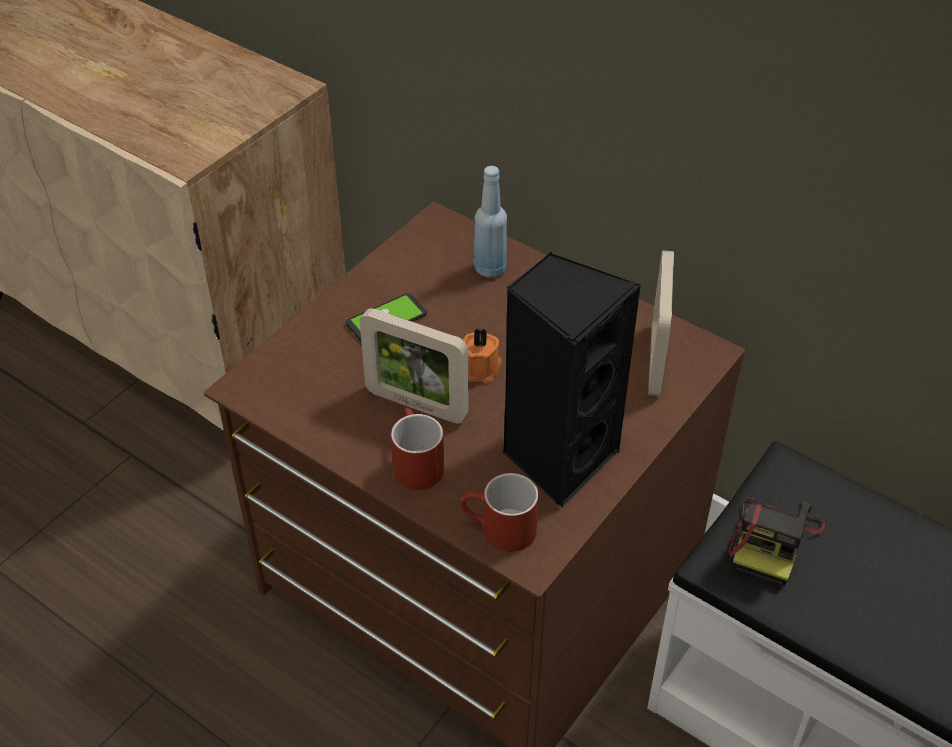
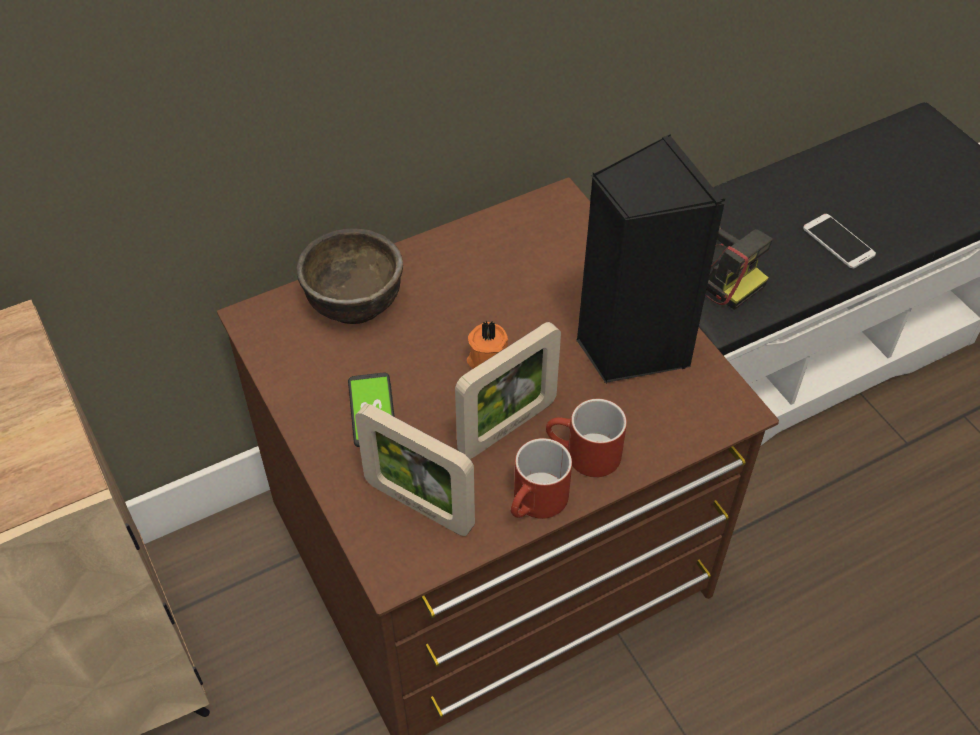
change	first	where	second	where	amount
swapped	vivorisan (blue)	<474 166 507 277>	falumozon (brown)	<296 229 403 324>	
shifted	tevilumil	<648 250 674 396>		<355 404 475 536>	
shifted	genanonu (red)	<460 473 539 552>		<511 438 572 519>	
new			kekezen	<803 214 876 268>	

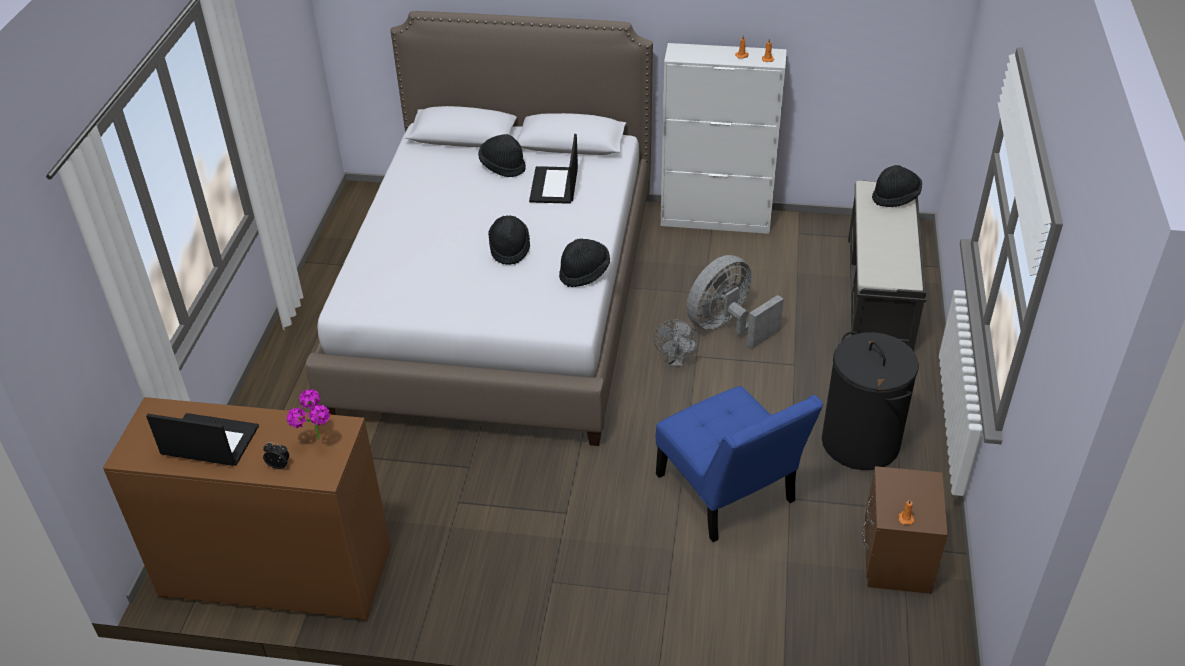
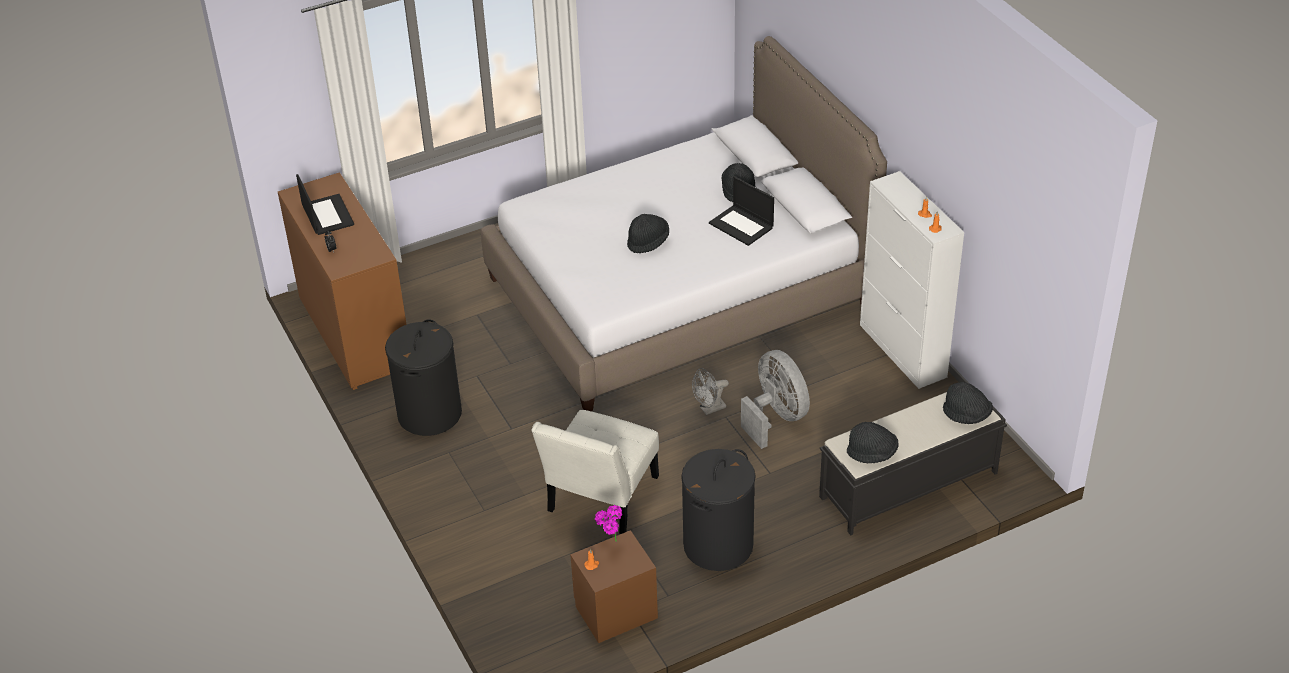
change	first	where	second	where	amount
rotated	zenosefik	<529 134 578 204>		<709 176 774 246>	105 degrees counterclockwise
shifted	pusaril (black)	<559 239 610 287>		<847 422 899 463>	
rotated	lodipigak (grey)	<686 255 784 348>		<741 350 810 449>	45 degrees clockwise
repainted	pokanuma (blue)	<656 386 823 542>	pokanuma (white)	<531 410 659 534>	
shifted	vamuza	<287 389 330 439>		<595 505 622 542>	
new			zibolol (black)	<385 320 462 436>	

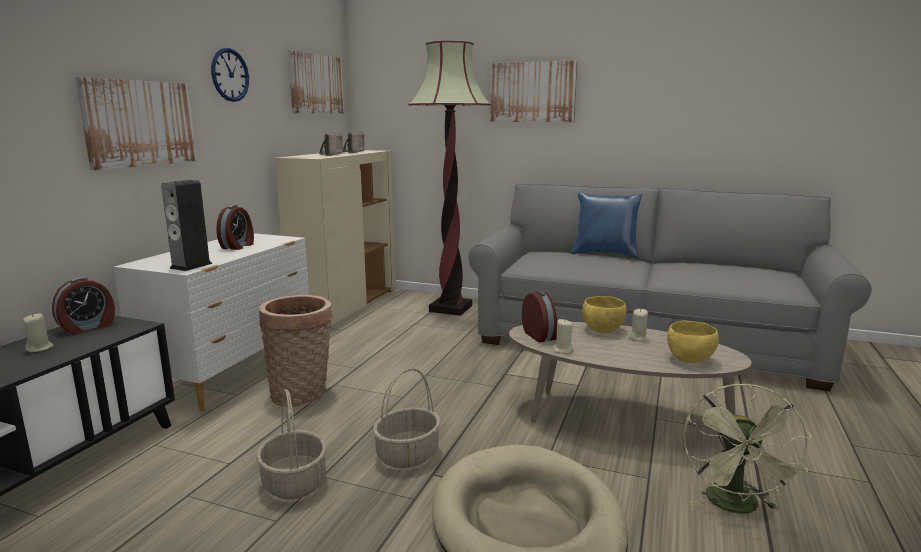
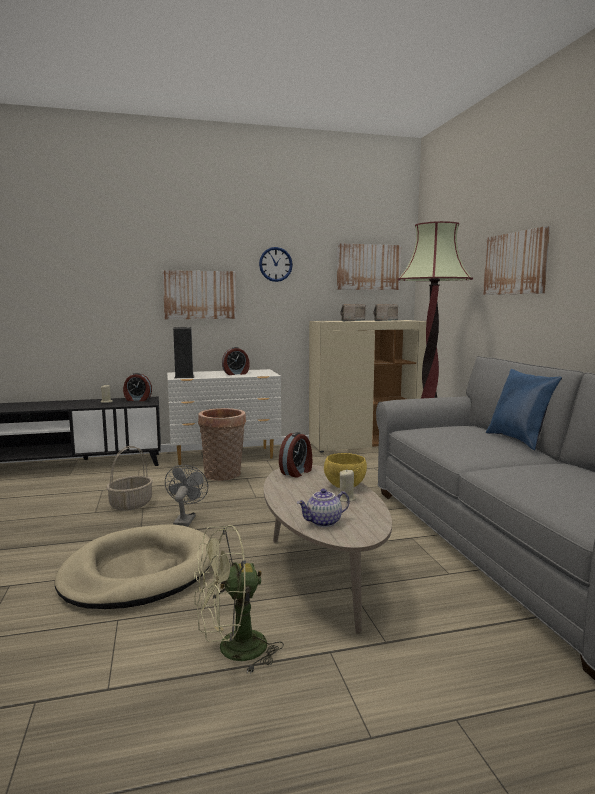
change	first	where	second	where	amount
gone	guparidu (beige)	<553 319 573 354>			
swapped	falumozon (yellow)	<667 321 719 363>	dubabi	<297 489 350 527>	
swapped	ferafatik	<373 368 440 468>	lodipigak (grey)	<165 465 208 527>	

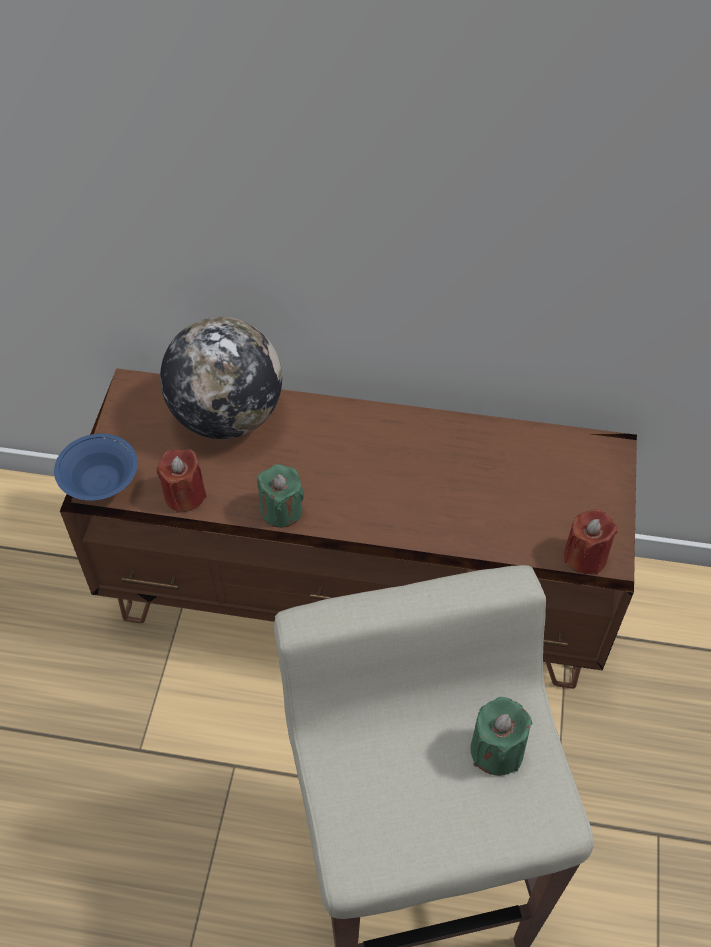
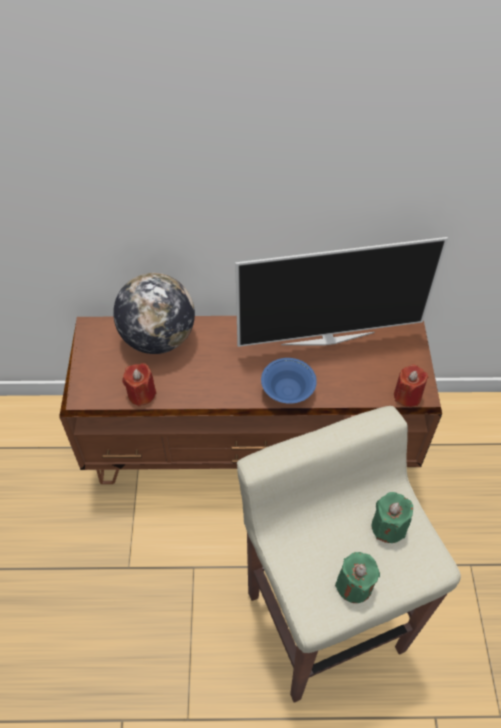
change	first	where	second	where	amount
shifted	falumozon (blue)	<54 434 138 501>		<261 358 317 404>	
shifted	guparidu (green)	<257 464 304 528>		<335 552 380 603>	
new			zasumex	<235 237 448 347>	

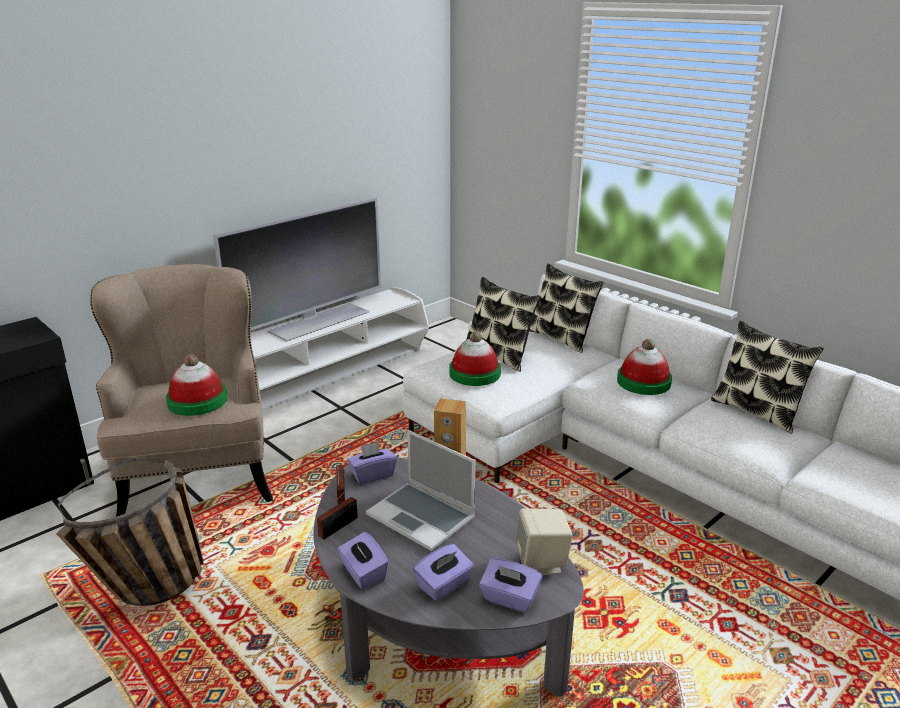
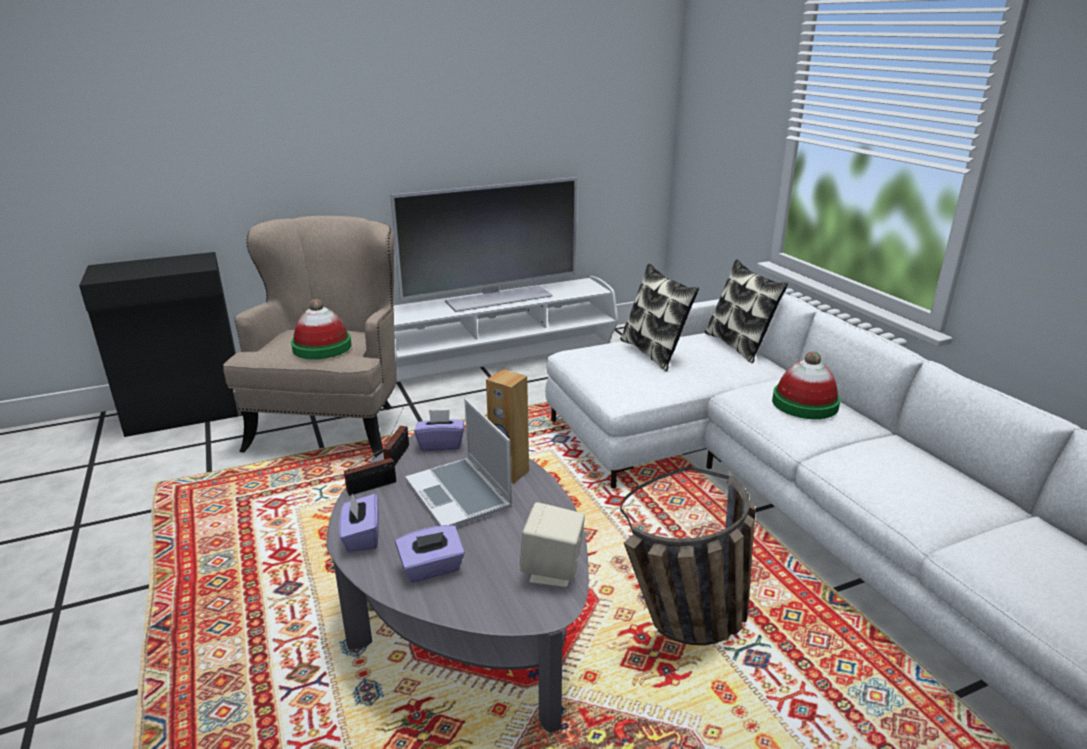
change	first	where	second	where	amount
gone	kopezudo	<711 321 824 434>			
gone	pusaril	<449 332 501 386>			
shifted	ferafatik	<57 458 204 606>		<620 466 756 645>	
gone	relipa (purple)	<479 559 542 613>			

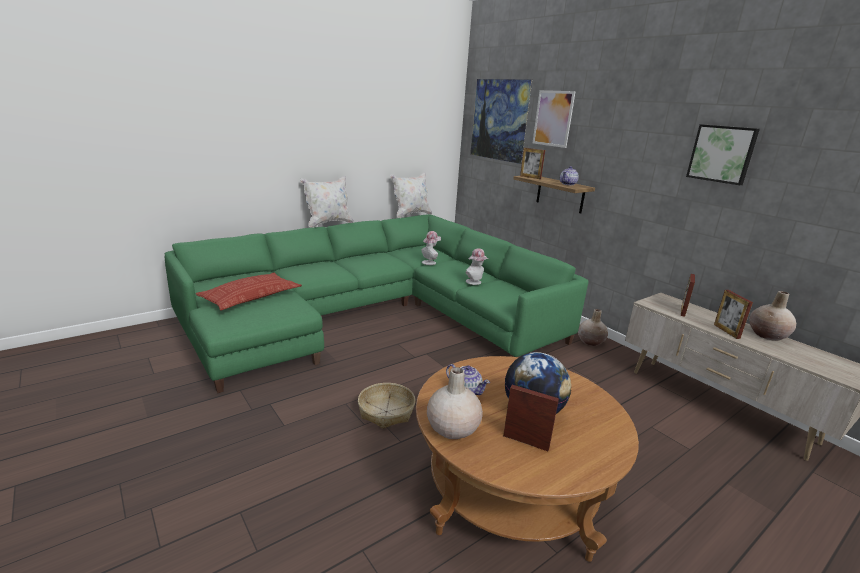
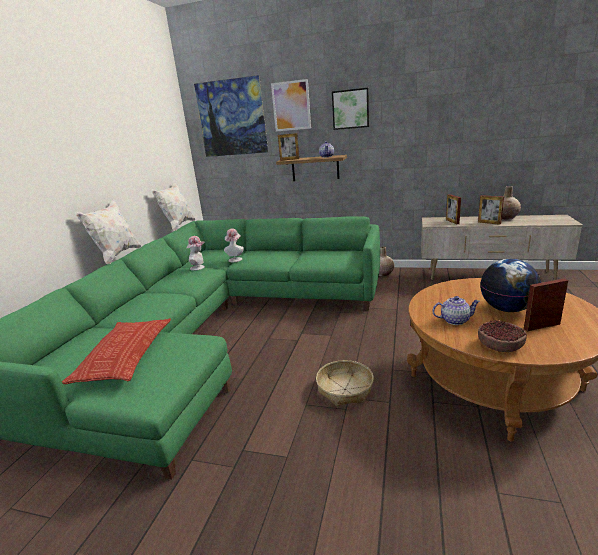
change	first	where	second	where	amount
shifted	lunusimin	<686 124 760 185>		<332 88 369 130>	
shifted	pusaril	<466 248 488 285>		<186 236 205 271>	
swapped	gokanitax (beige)	<427 367 483 439>	falumozon	<478 320 527 352>	

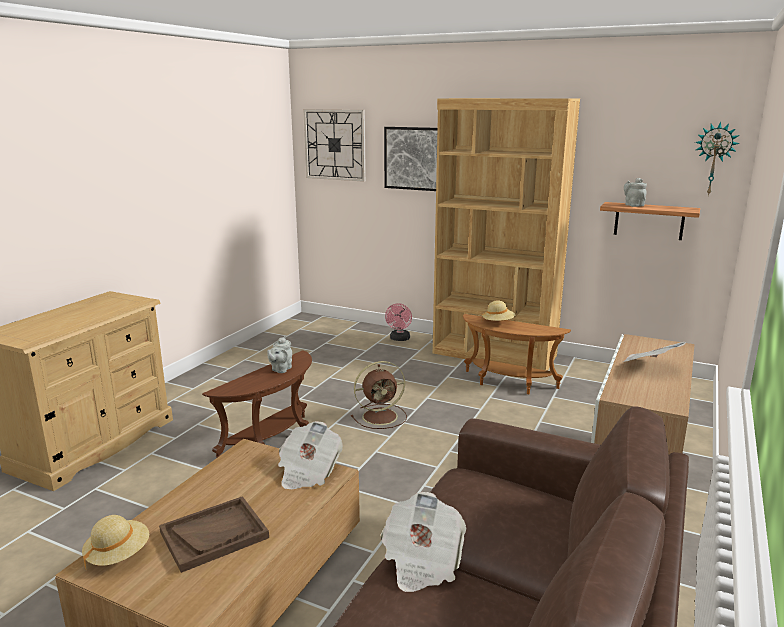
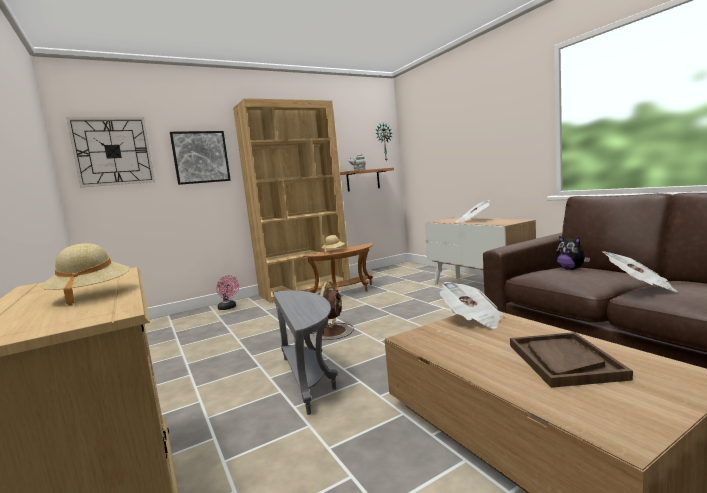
change	first	where	second	where	amount
gone	dubabi (grey)	<267 336 292 373>			
repainted	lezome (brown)	<202 350 312 458>	lezome (grey)	<273 291 337 415>	
shifted	pusaril (beige)	<82 515 149 570>		<41 243 130 306>	
new			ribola	<555 236 590 270>	

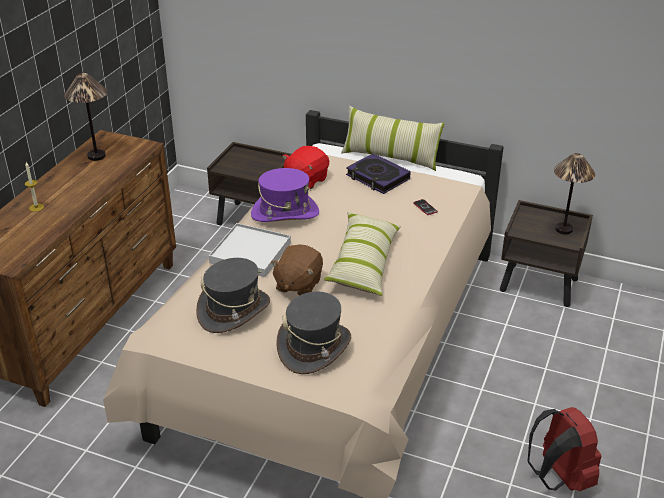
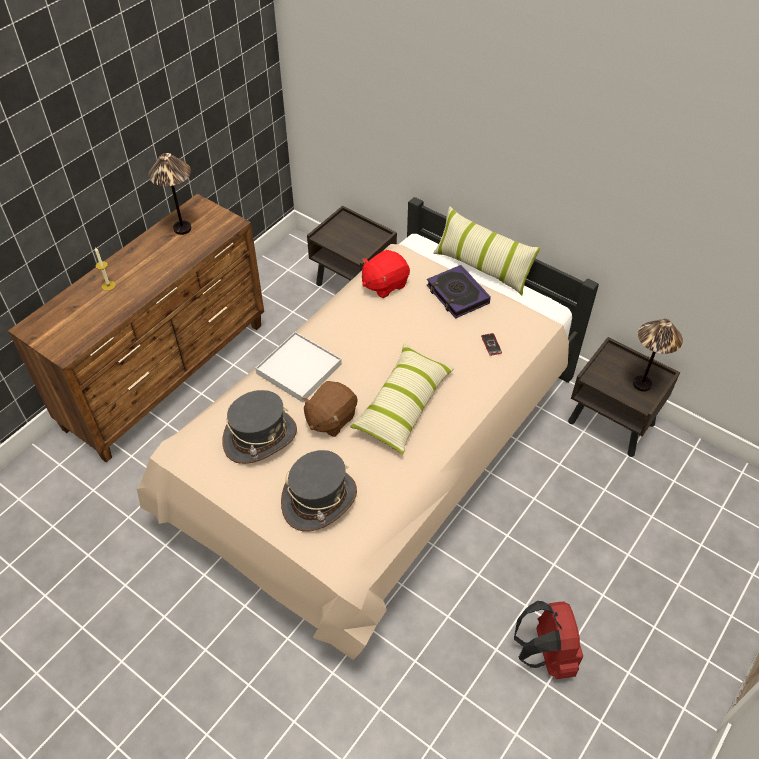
change	first	where	second	where	amount
gone	pusaril (purple)	<251 168 319 222>			

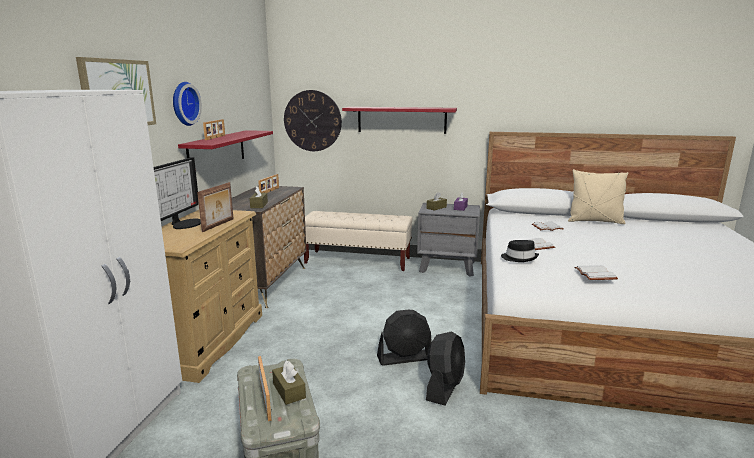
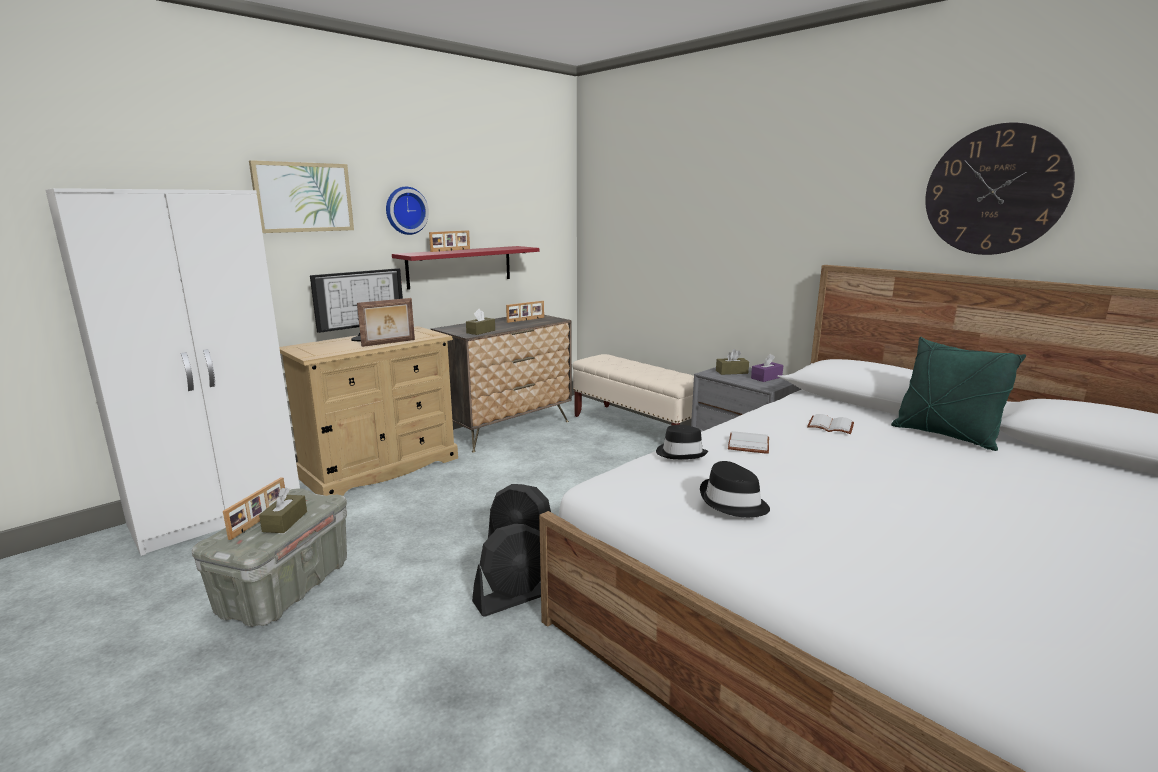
change	first	where	second	where	amount
shifted	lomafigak	<284 90 342 151>		<925 123 1075 255>	
gone	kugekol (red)	<342 107 457 134>			
repainted	kopezudo (beige)	<568 169 628 224>	kopezudo (green)	<891 337 1026 451>	
swapped	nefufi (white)	<574 265 618 280>	pusaril (black)	<700 461 770 517>	

